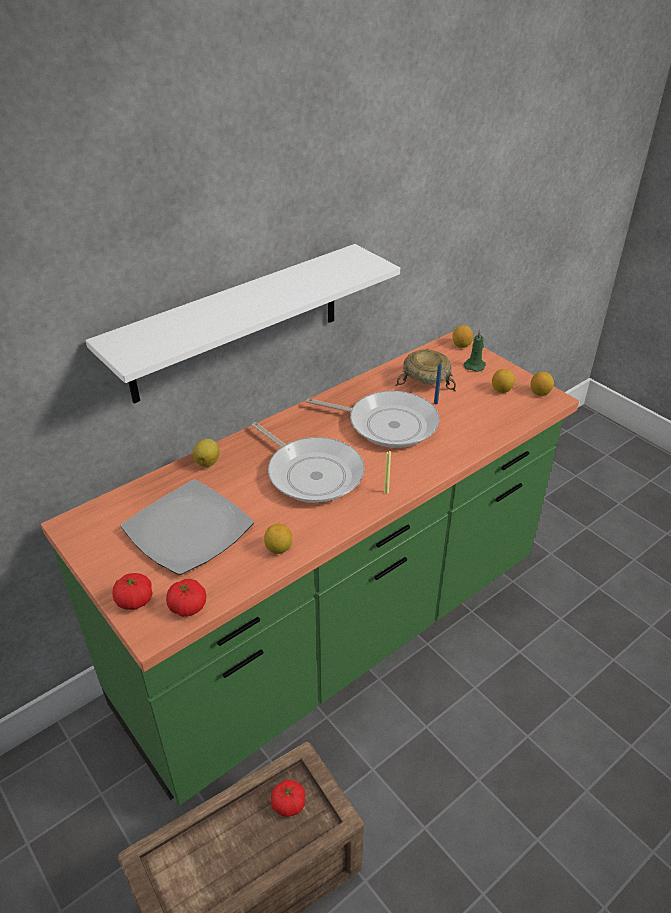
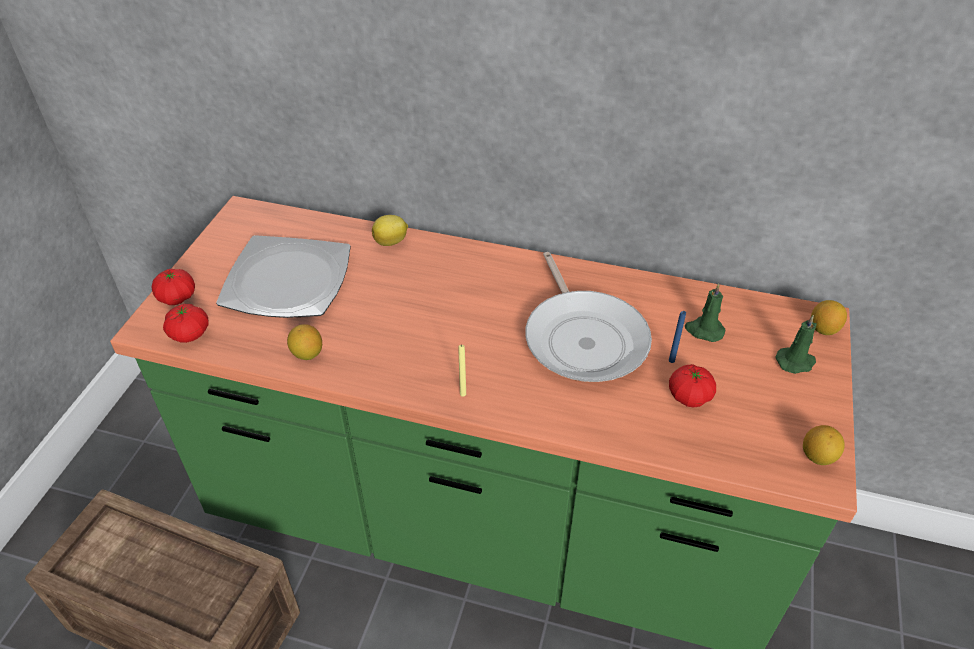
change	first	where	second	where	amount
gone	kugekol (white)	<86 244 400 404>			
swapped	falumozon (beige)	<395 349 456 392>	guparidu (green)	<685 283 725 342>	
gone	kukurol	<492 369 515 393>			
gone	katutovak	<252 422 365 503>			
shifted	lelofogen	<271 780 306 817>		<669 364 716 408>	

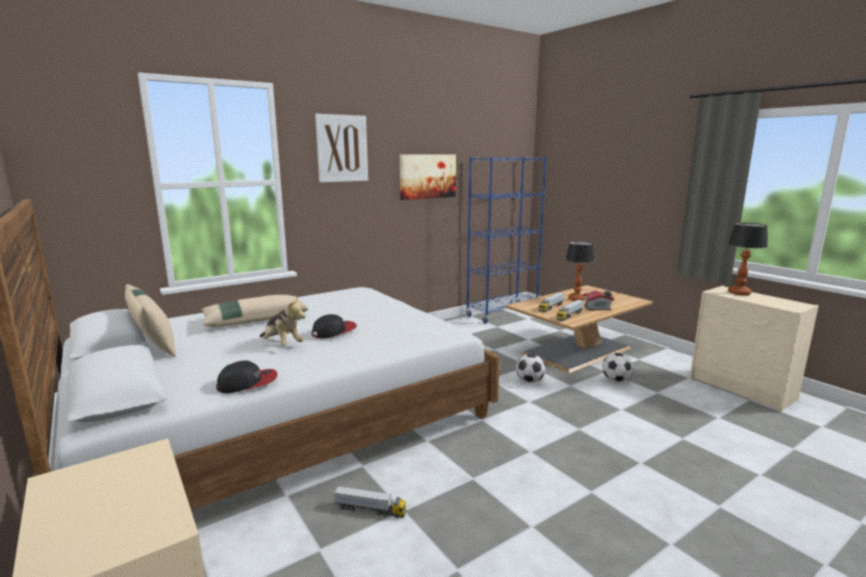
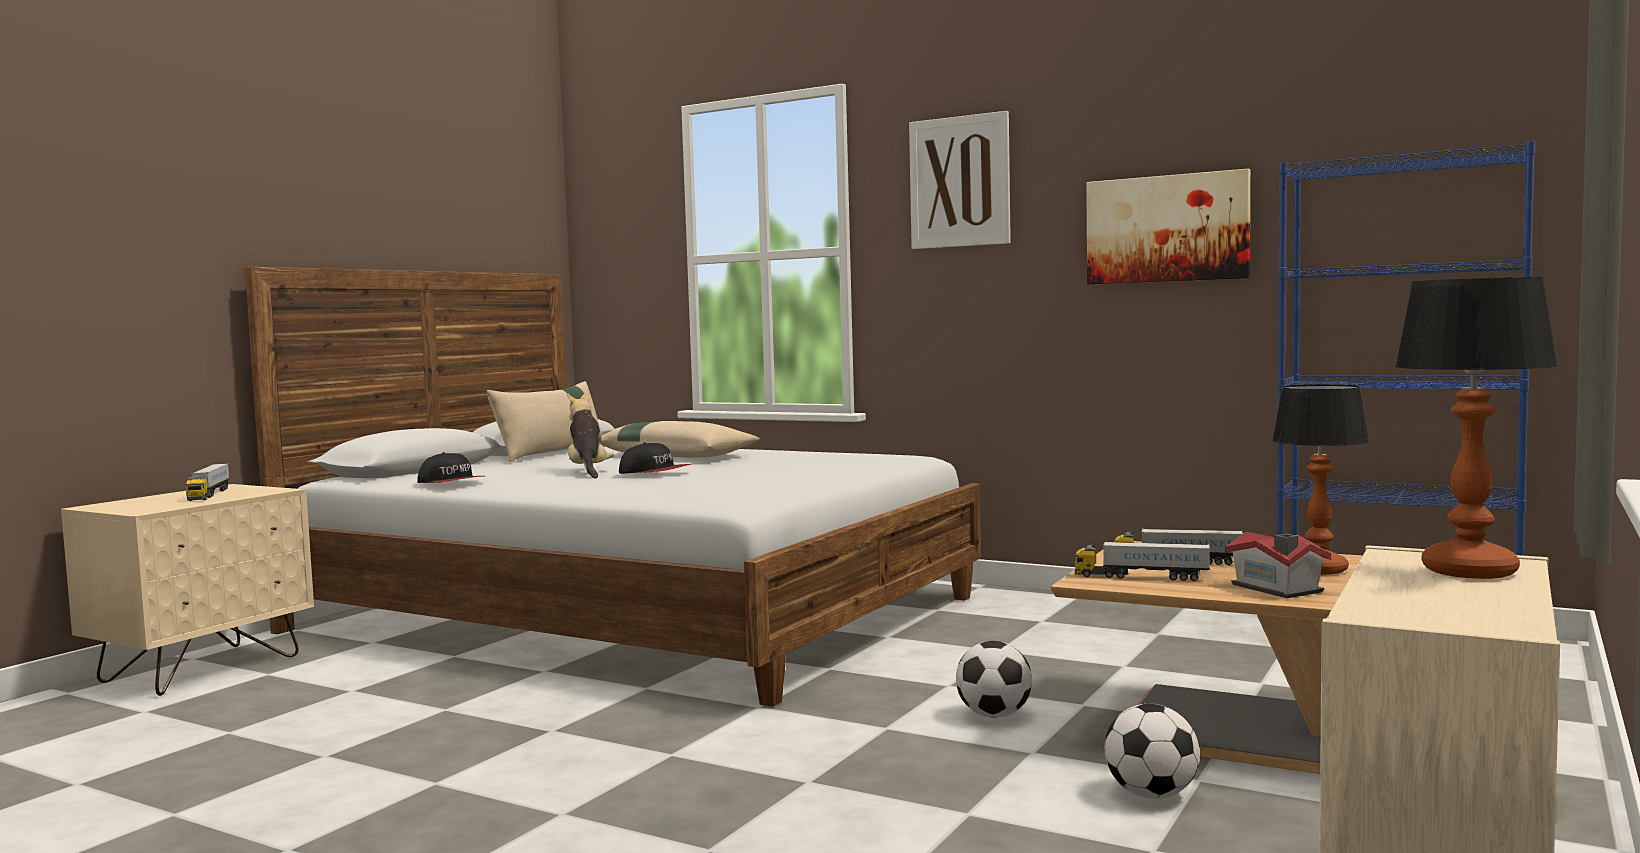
change	first	where	second	where	amount
rotated	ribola	<260 297 306 346>		<567 393 614 478>	150 degrees clockwise
shifted	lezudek	<334 486 406 518>		<185 463 229 501>	

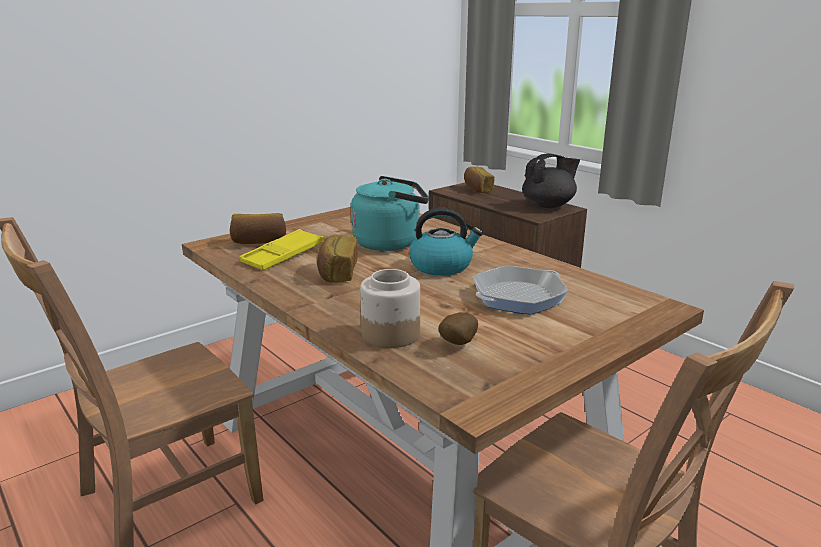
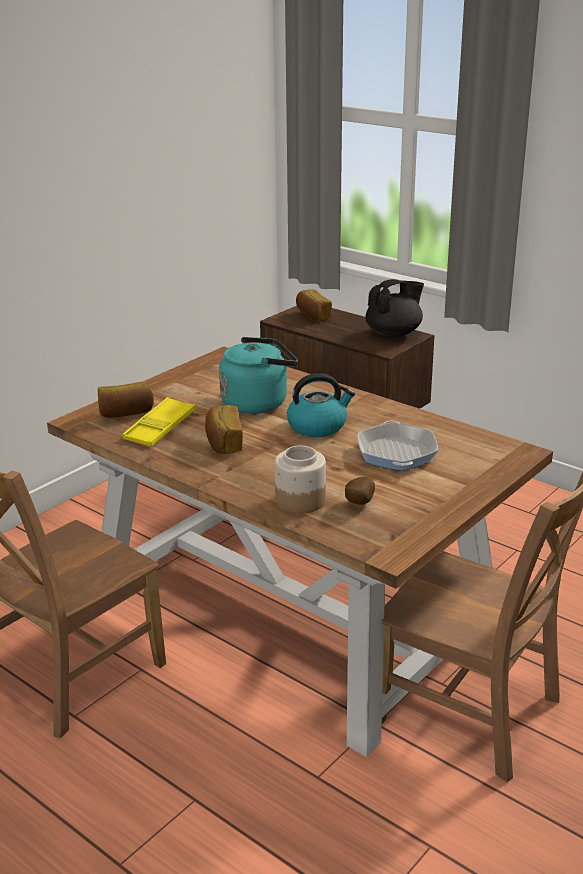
change	first	where	second	where	amount
rotated	katutovak	<473 265 568 315>		<357 421 438 471>	45 degrees counterclockwise

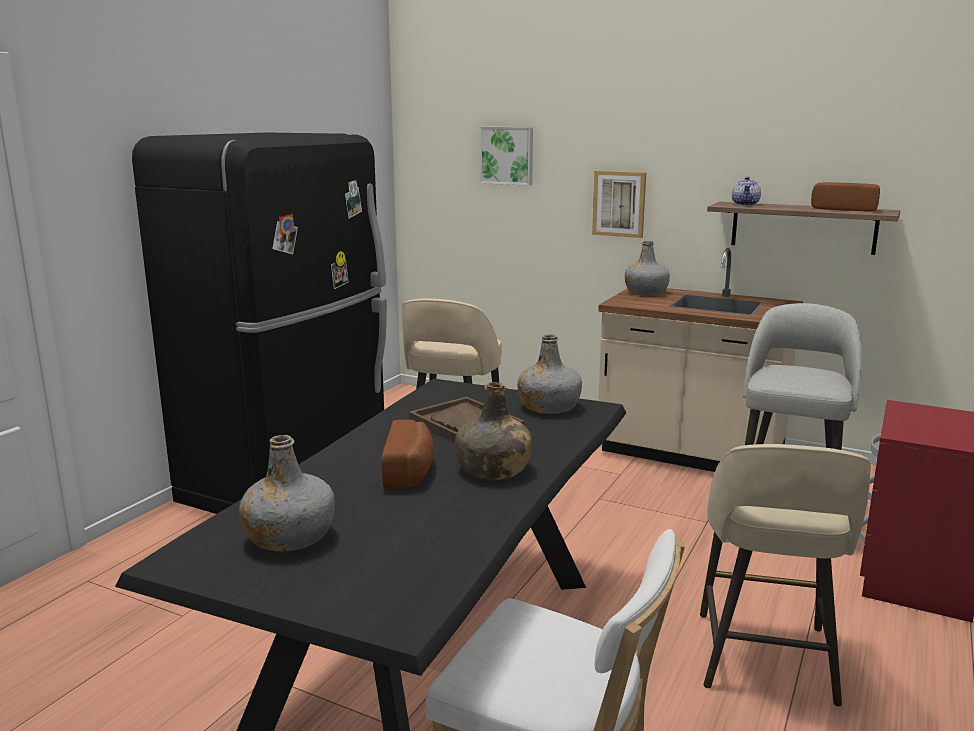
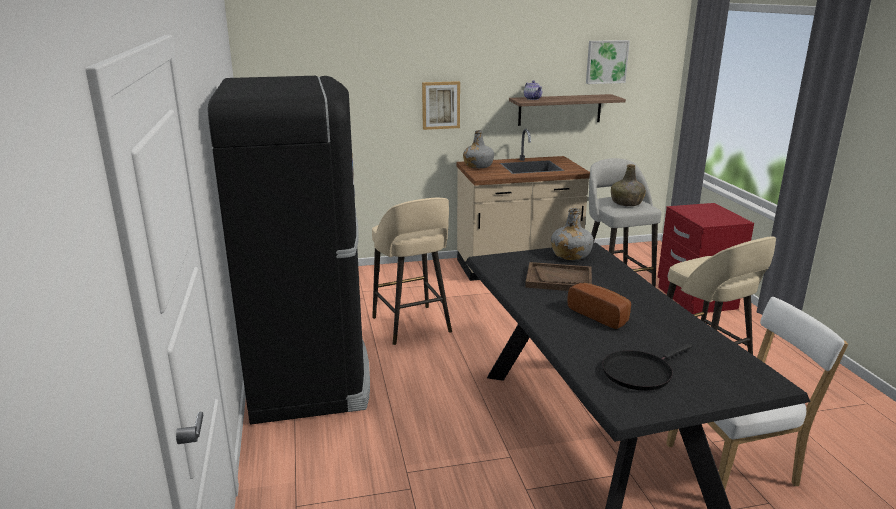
change	first	where	second	where	amount
shifted	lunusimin	<480 127 533 186>		<586 40 630 84>	
gone	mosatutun	<811 182 880 212>			
shifted	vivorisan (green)	<455 382 533 480>		<611 164 646 206>	
swapped	vivorisan (grey)	<239 435 335 551>	katutovak (black)	<602 344 692 391>	

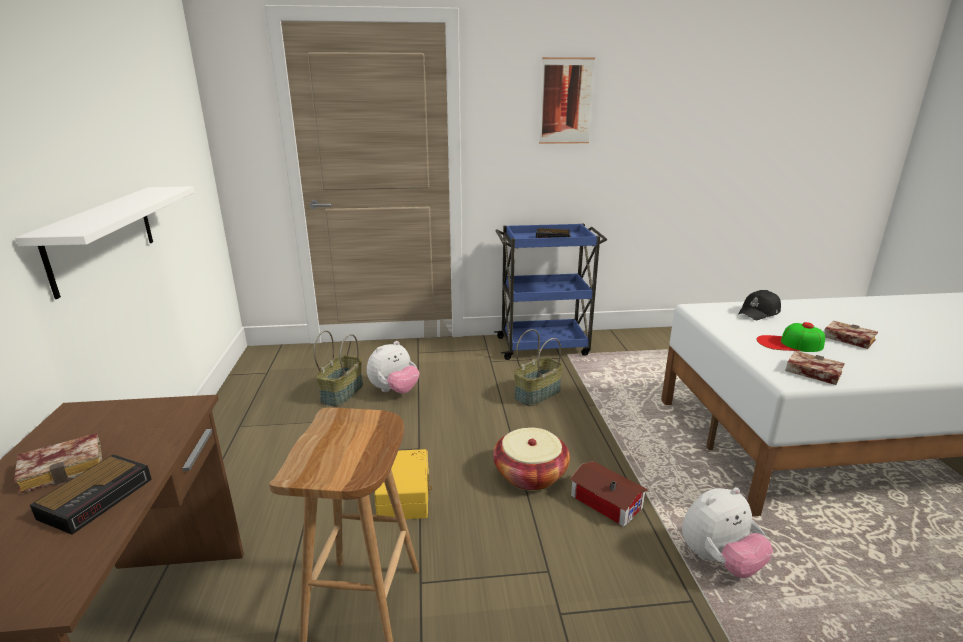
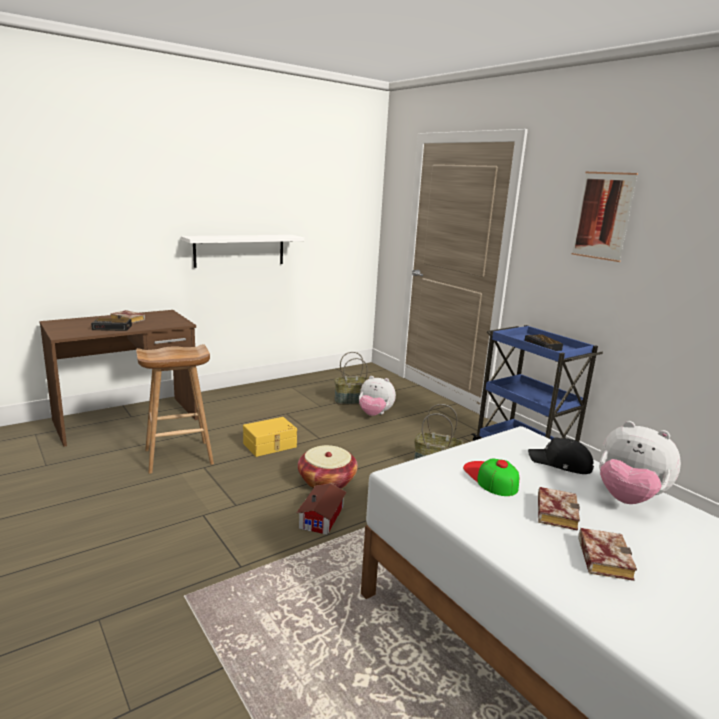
change	first	where	second	where	amount
shifted	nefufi	<785 351 845 385>		<578 528 637 581>	
shifted	ribola	<682 487 773 578>		<599 421 681 504>	

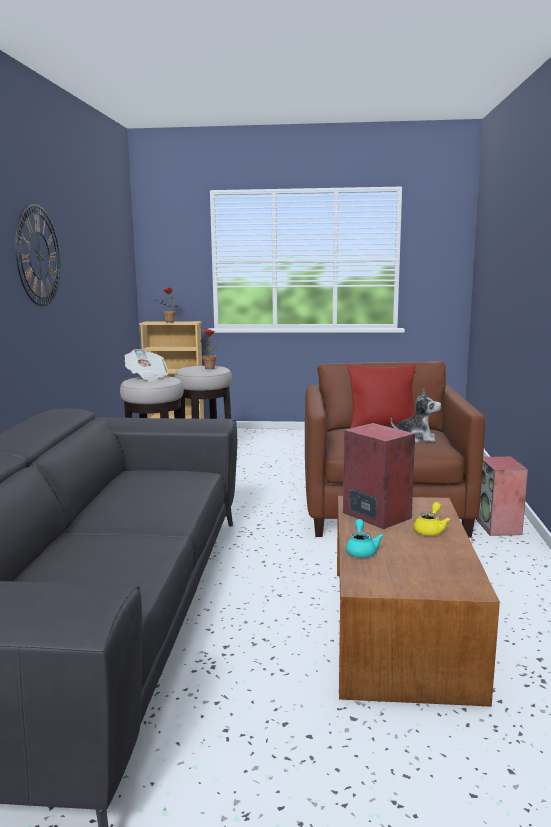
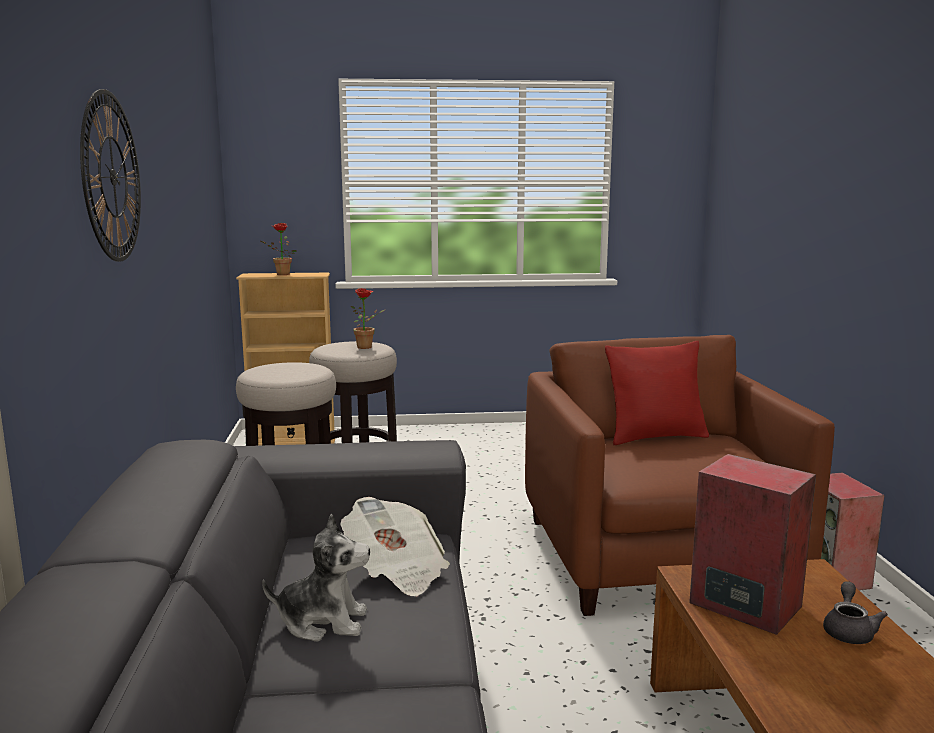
change	first	where	second	where	amount
shifted	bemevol	<125 349 168 381>		<340 497 450 596>	
shifted	ribola	<391 389 441 443>		<262 514 370 641>	
repainted	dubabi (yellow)	<414 502 451 536>	dubabi (grey)	<823 581 888 644>	
gone	dubabi (turquoise)	<346 519 384 558>			

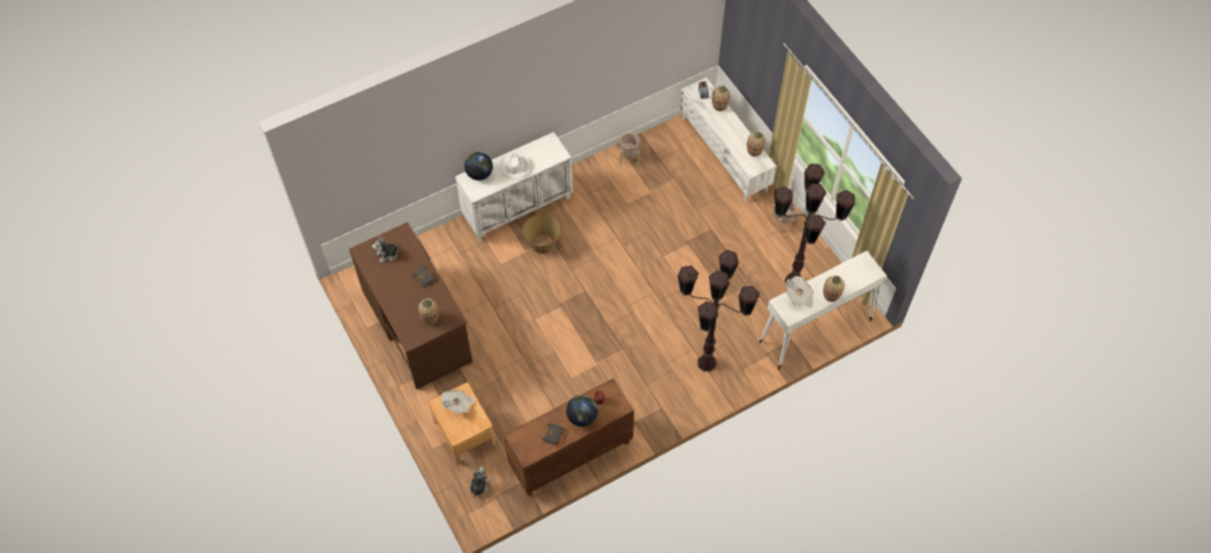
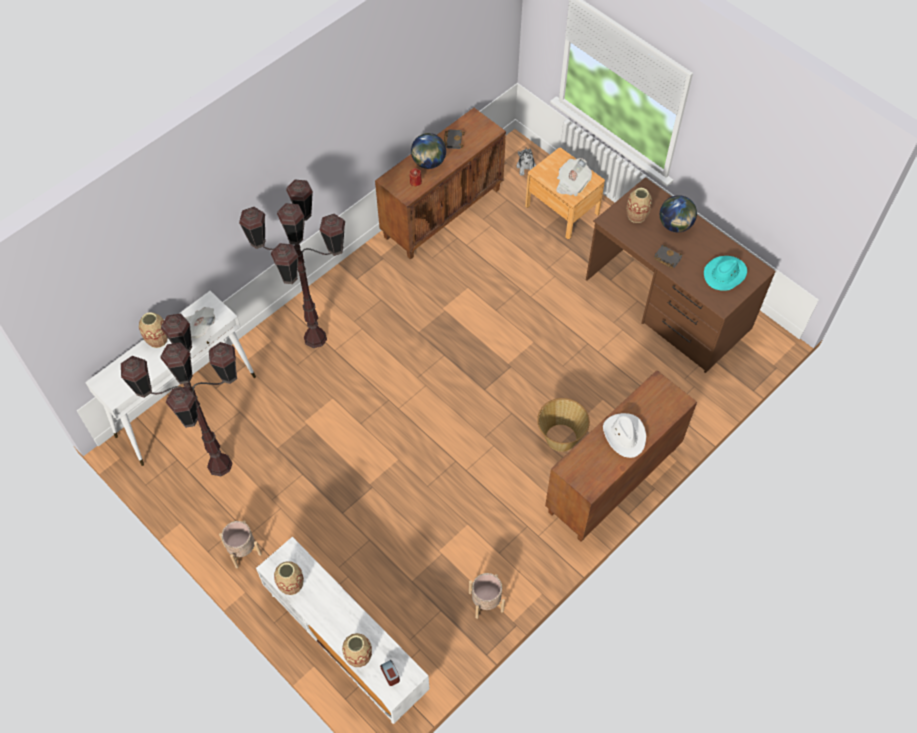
change	first	where	second	where	amount
repainted	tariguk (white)	<455 132 573 241>	tariguk (brown)	<545 370 697 542>	
shifted	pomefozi	<464 152 493 180>		<660 195 697 232>	
swapped	ribola	<372 235 401 263>	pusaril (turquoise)	<704 256 747 291>	

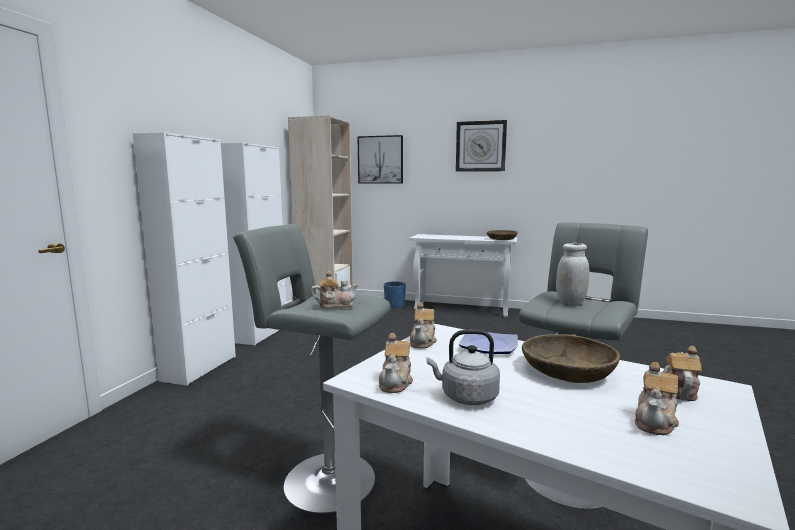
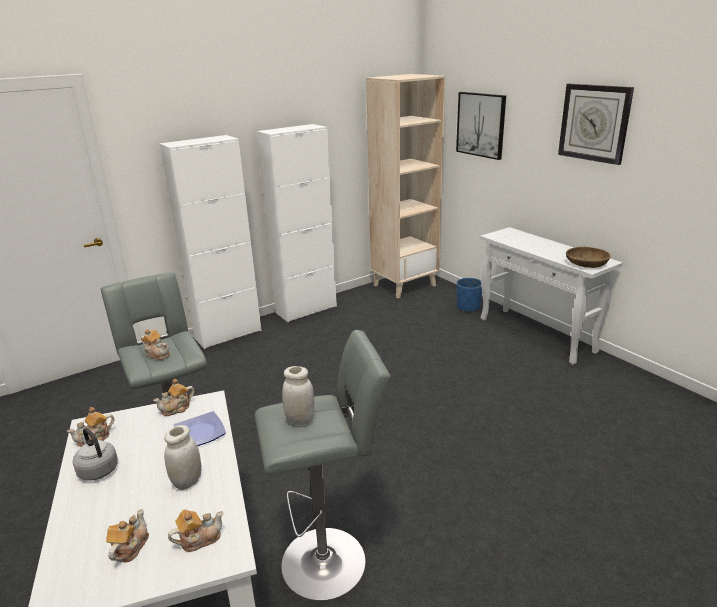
change	first	where	second	where	amount
swapped	falumozon (brown)	<522 334 620 383>	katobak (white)	<164 425 201 490>	
rotated	dubabi	<635 362 679 435>		<106 509 149 562>	120 degrees clockwise

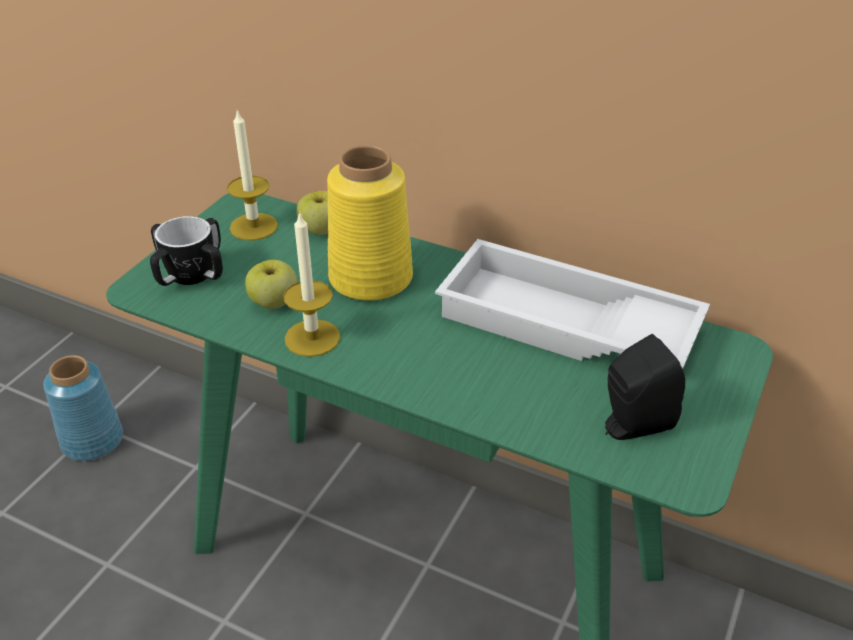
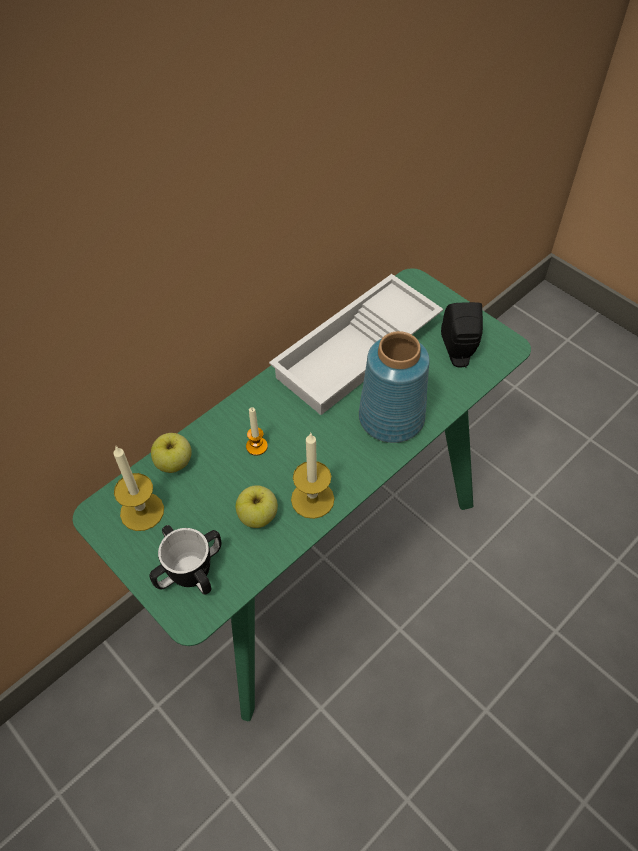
change	first	where	second	where	amount
swapped	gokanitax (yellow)	<327 145 413 301>	guparidu	<246 408 268 456>	
shifted	gokanitax (blue)	<43 355 123 461>		<359 331 430 443>	

